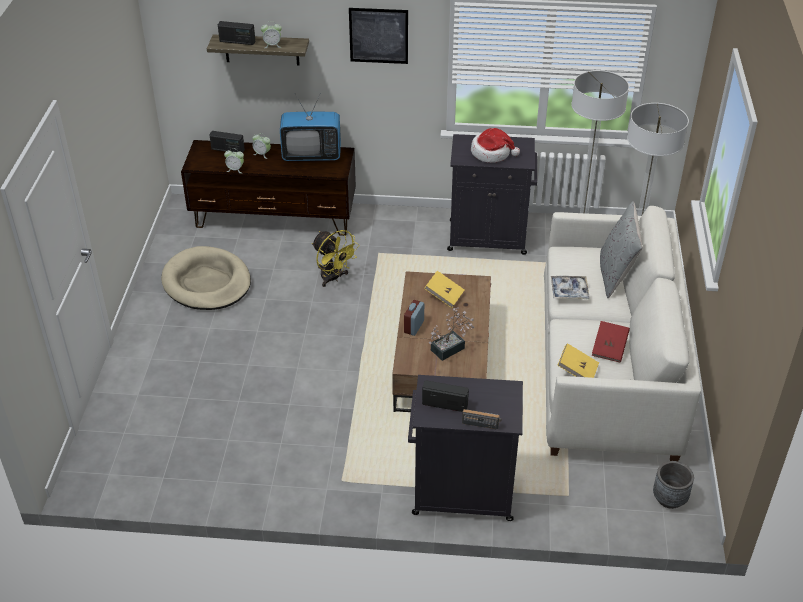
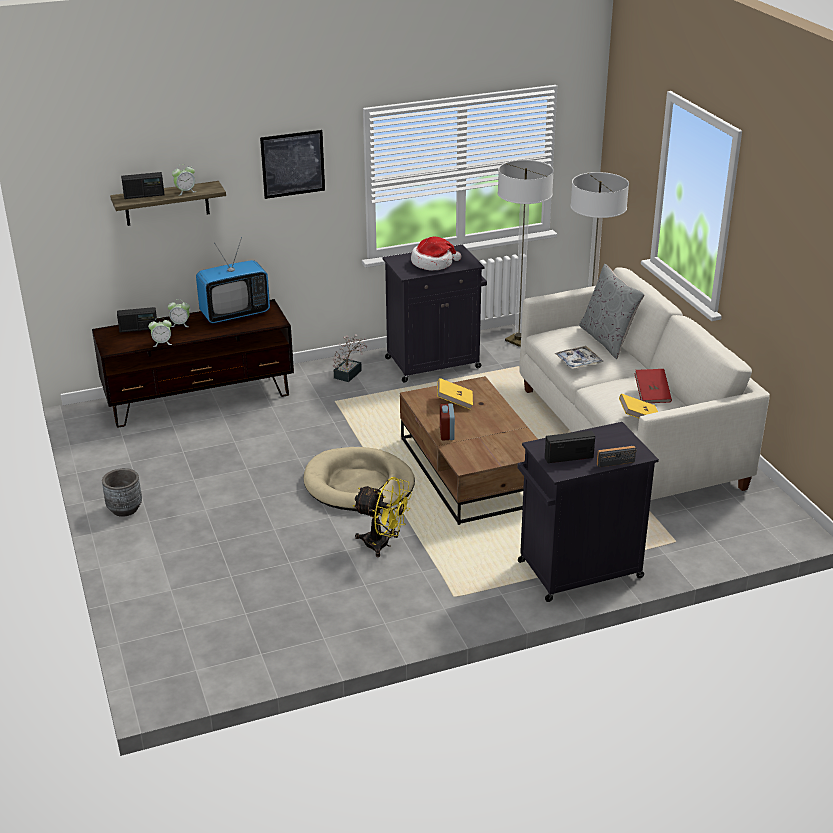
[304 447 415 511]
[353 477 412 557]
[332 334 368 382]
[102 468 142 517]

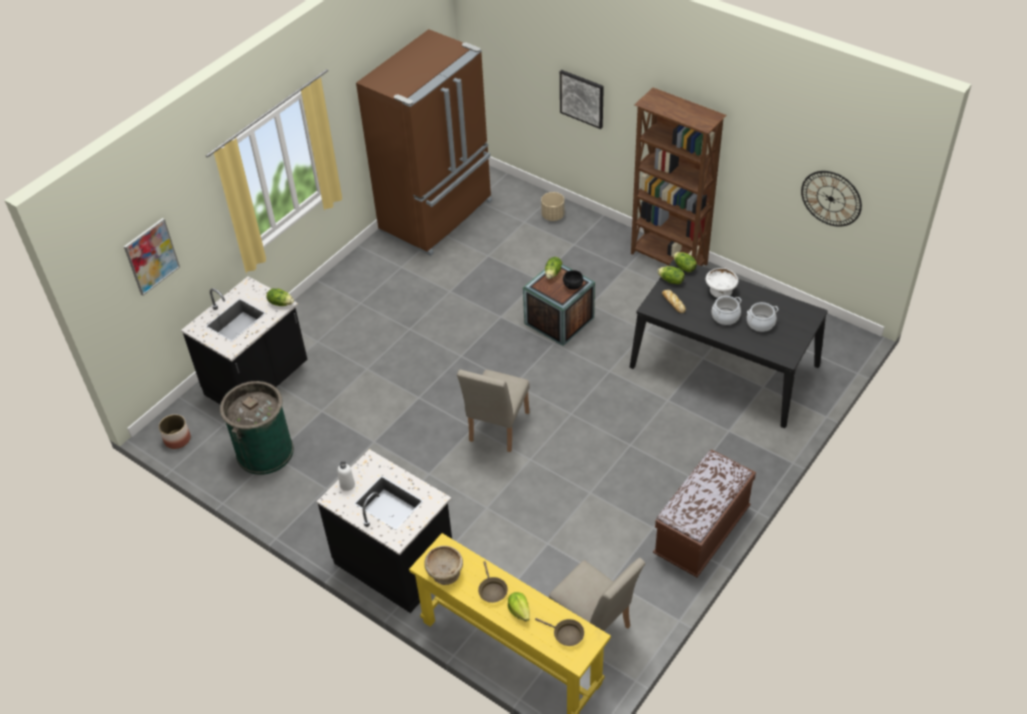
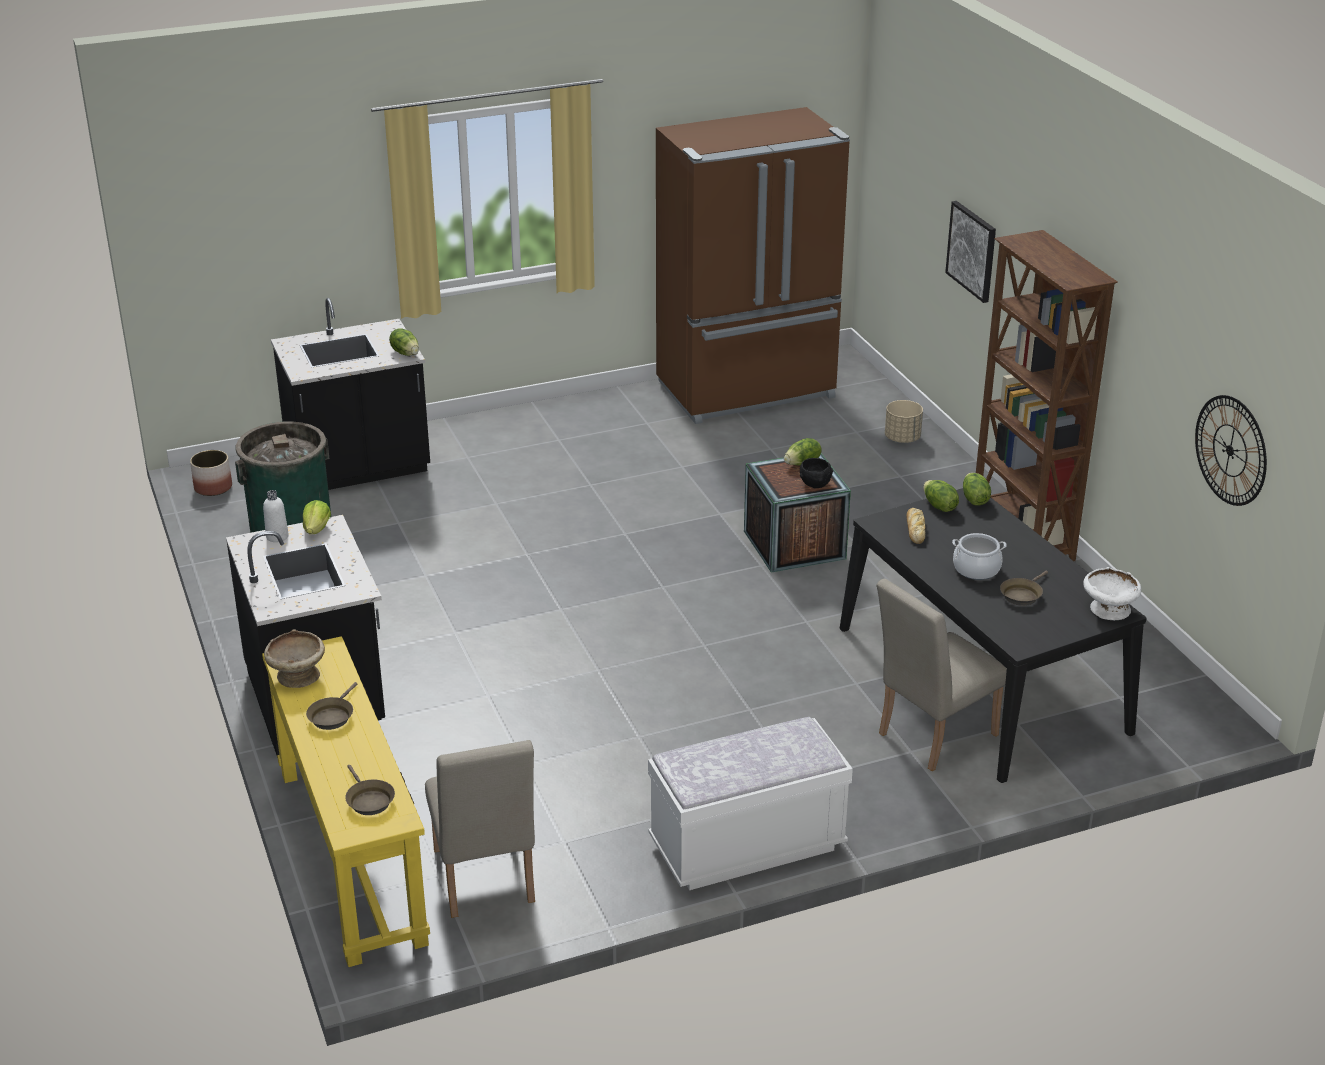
[124 218 180 296] (first image)
[876 579 1007 771]
[303 500 331 534]
[1083 567 1141 620]
[1000 571 1048 606]
[648 717 853 890]

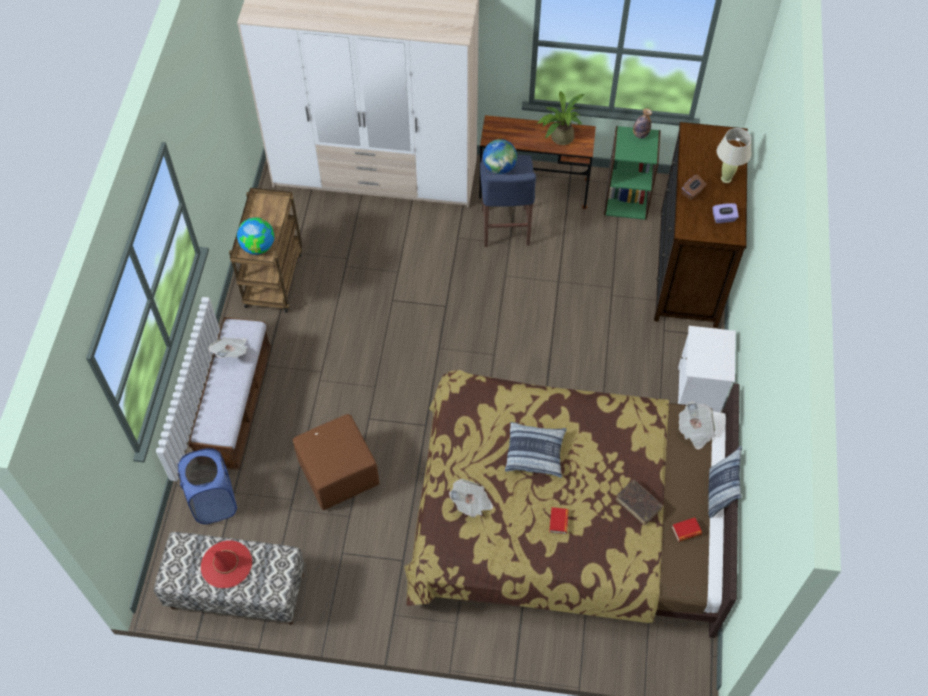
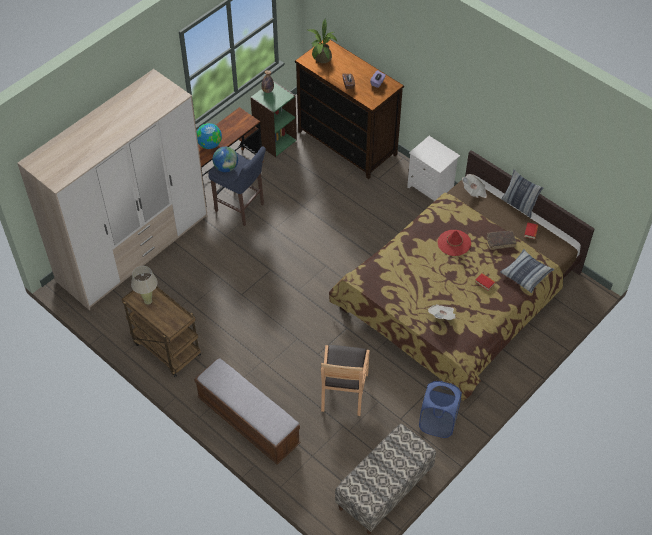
[209 337 248 358] (first image)
[419 381 462 438]
[438 230 471 256]
[197 123 222 149]
[501 249 555 293]
[307 19 337 63]
[131 266 157 304]
[321 345 370 416]

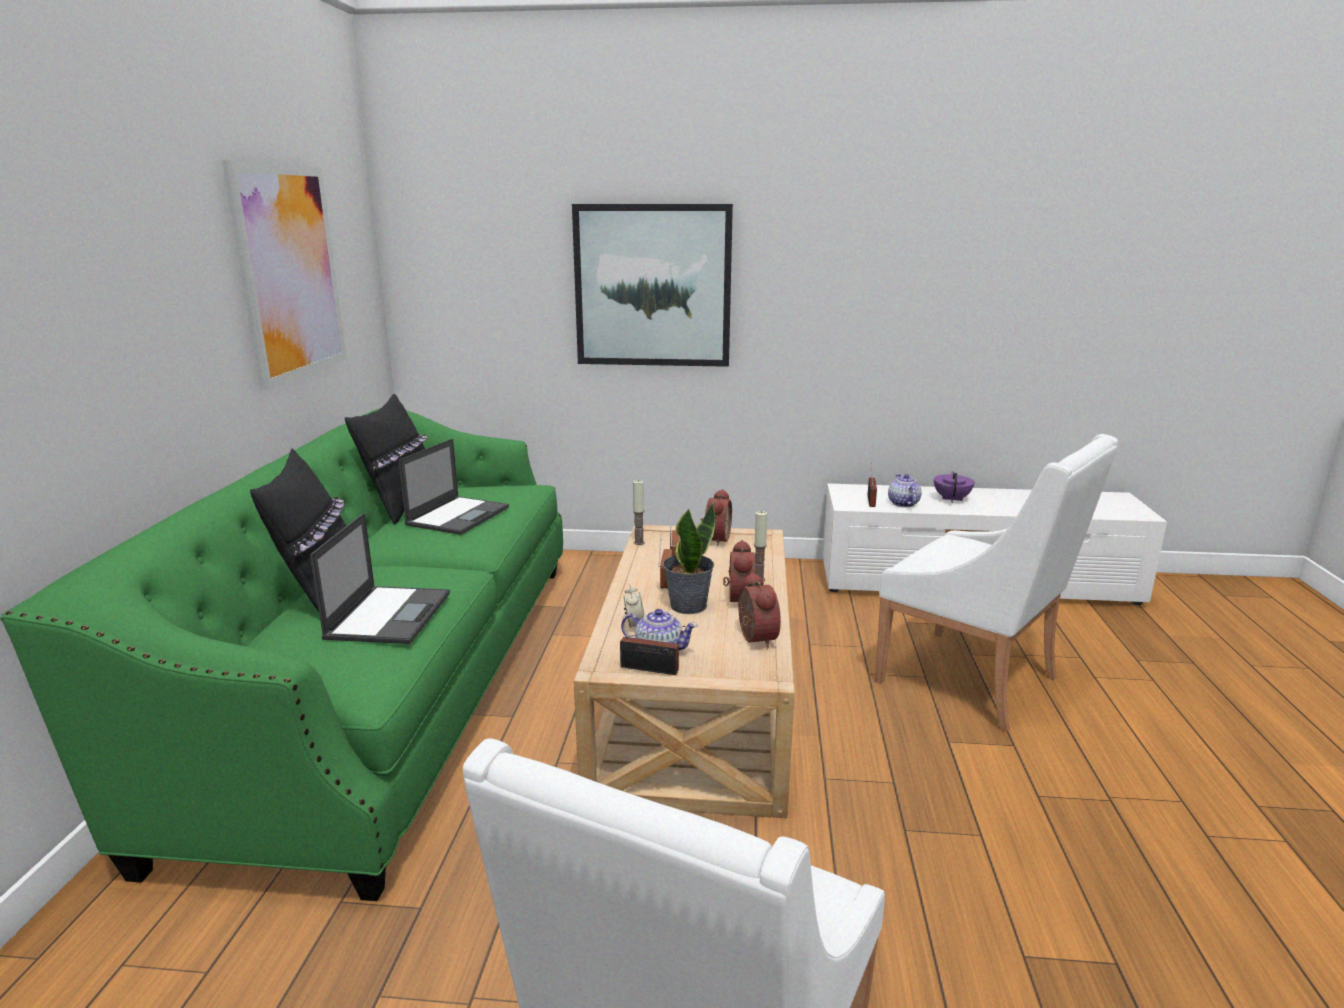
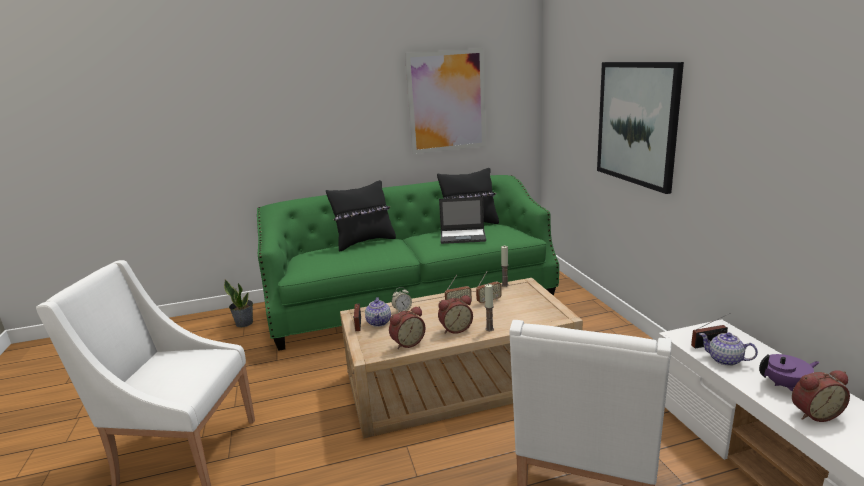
[310 513 450 644] (first image)
[224 280 253 327]
[792 370 850 422]
[699 332 758 366]

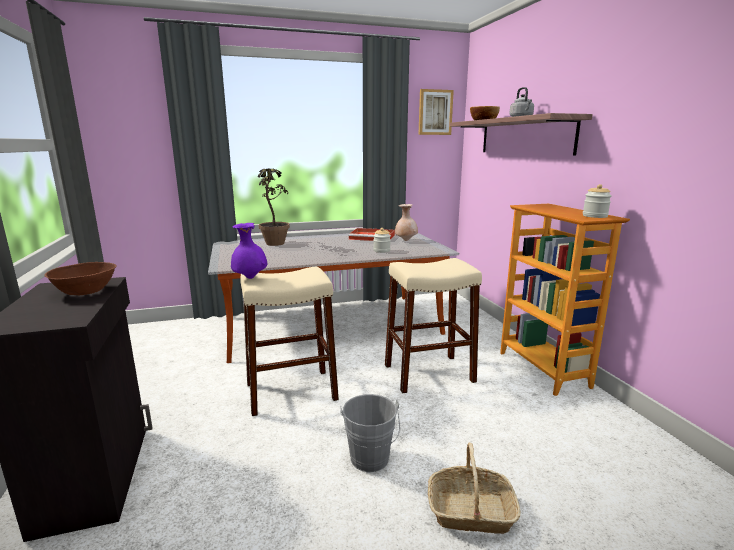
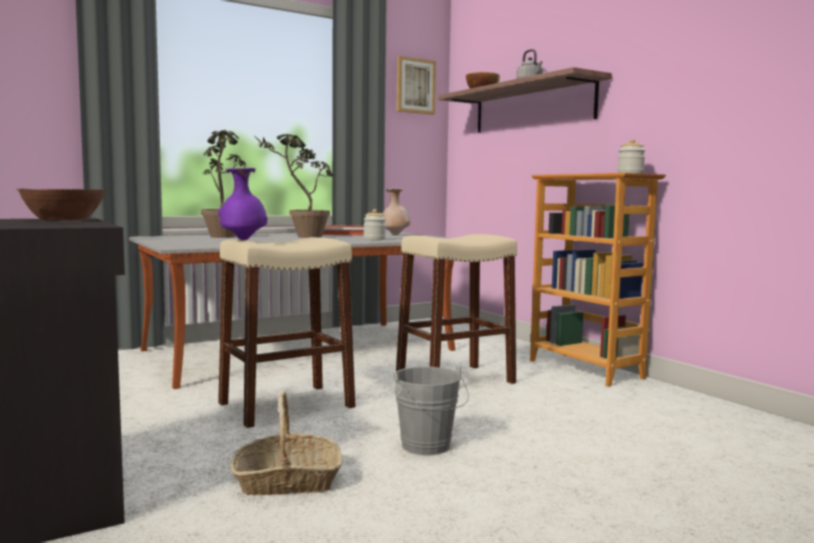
[252 134 333 238]
[231 392 342 495]

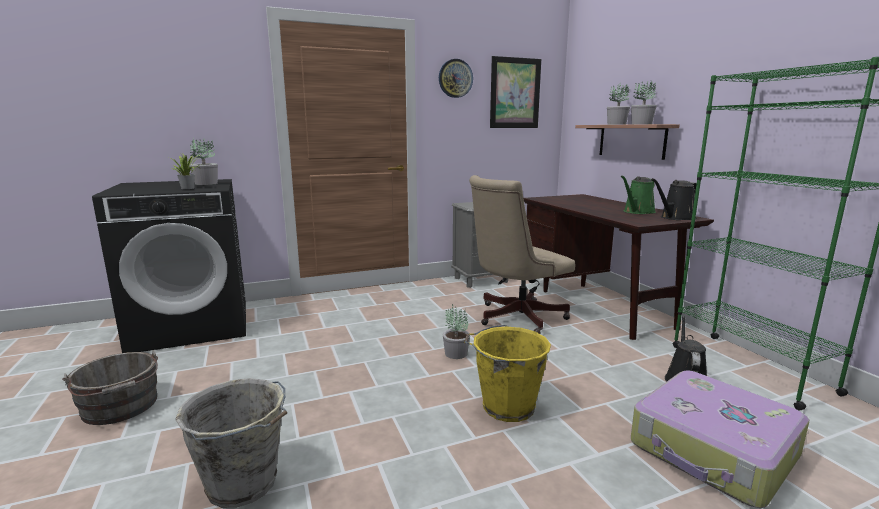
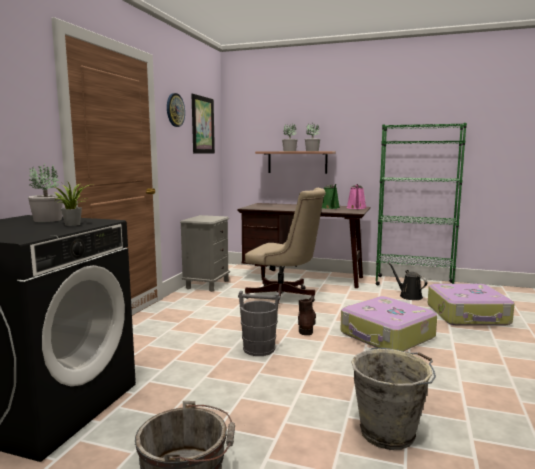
[238 291 280 356]
[298 299 316 335]
[341 296 437 351]
[347 184 367 209]
[245 188 326 304]

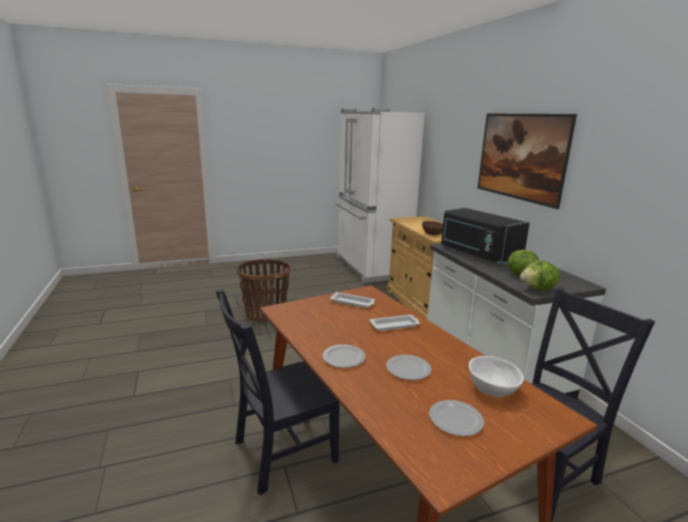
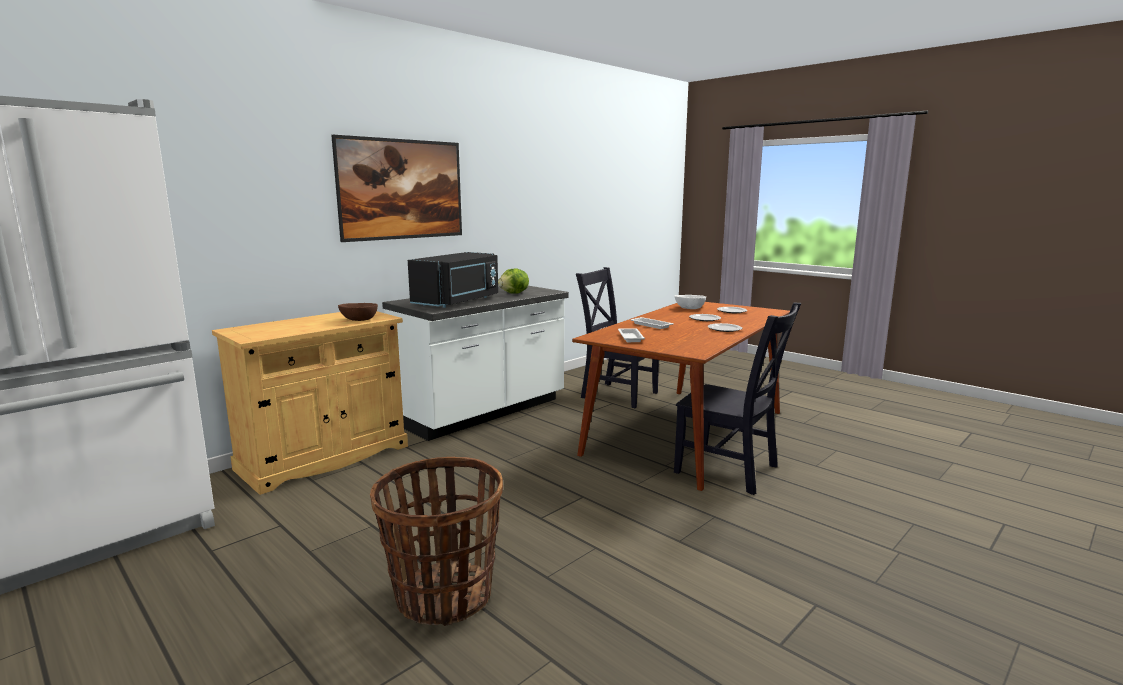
[520 261 560 291] (first image)

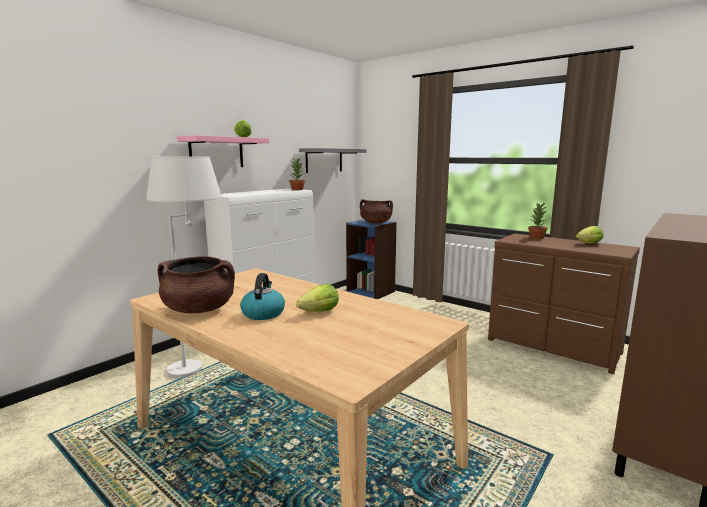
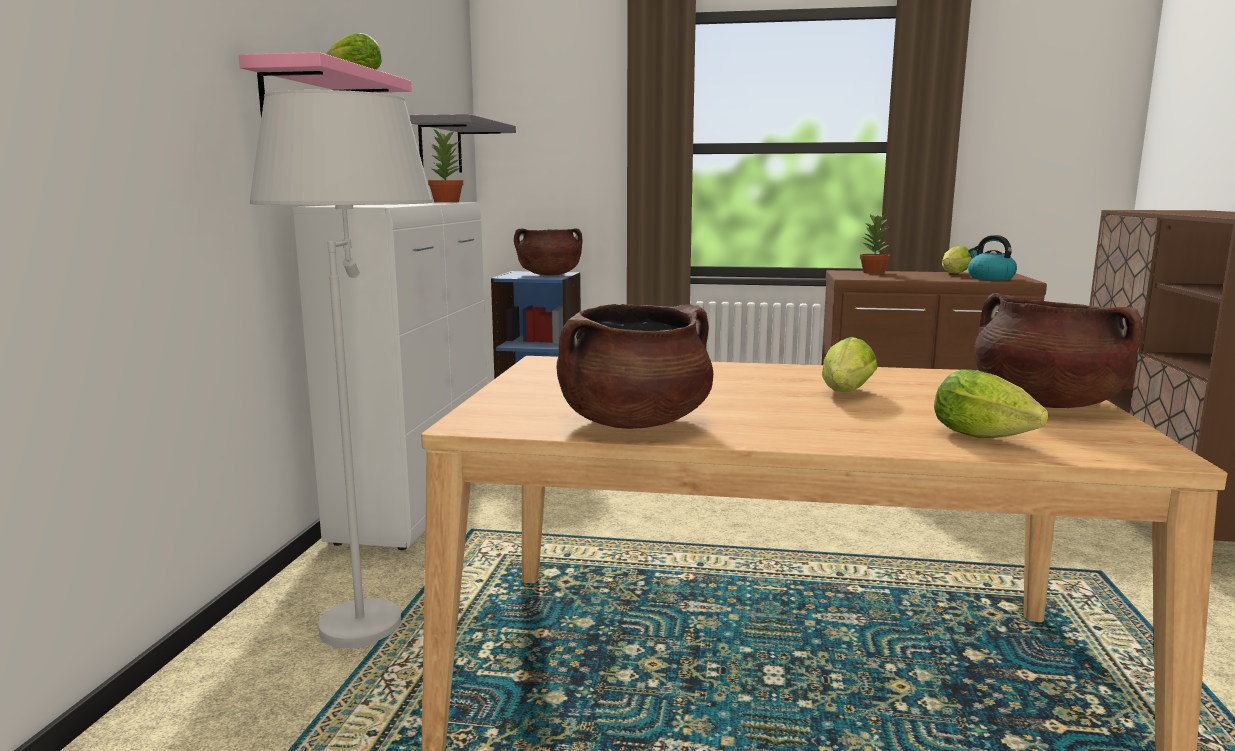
[934 369 1048 438]
[974 293 1142 408]
[968 235 1017 280]

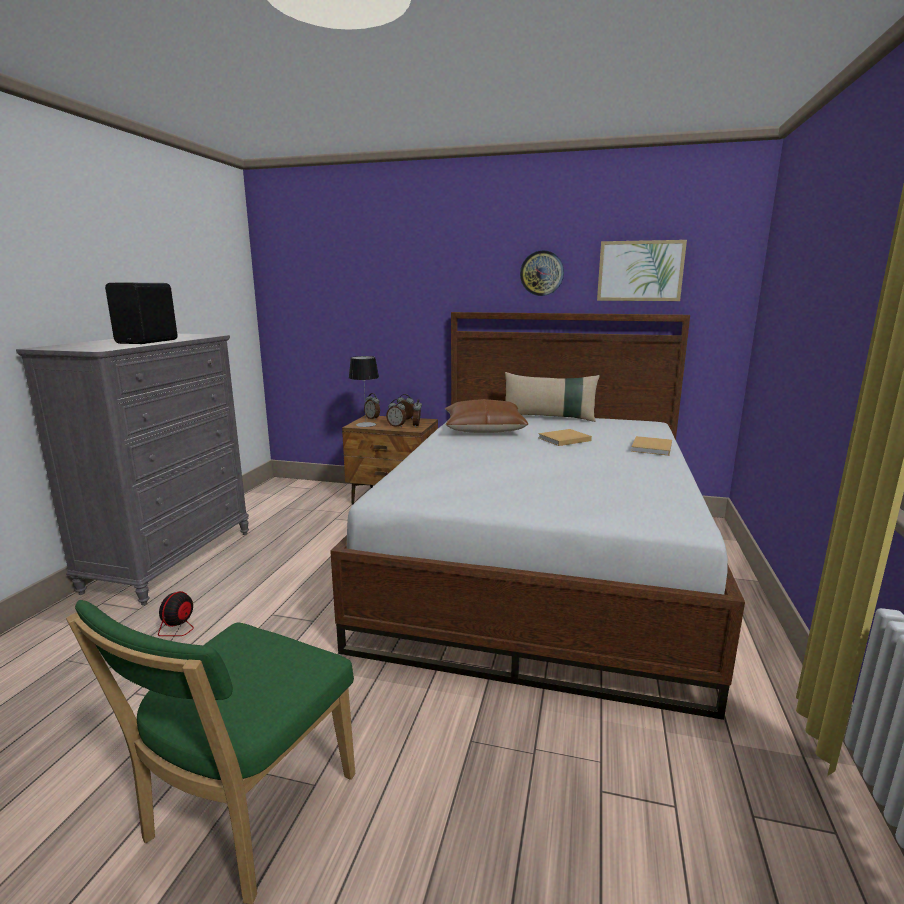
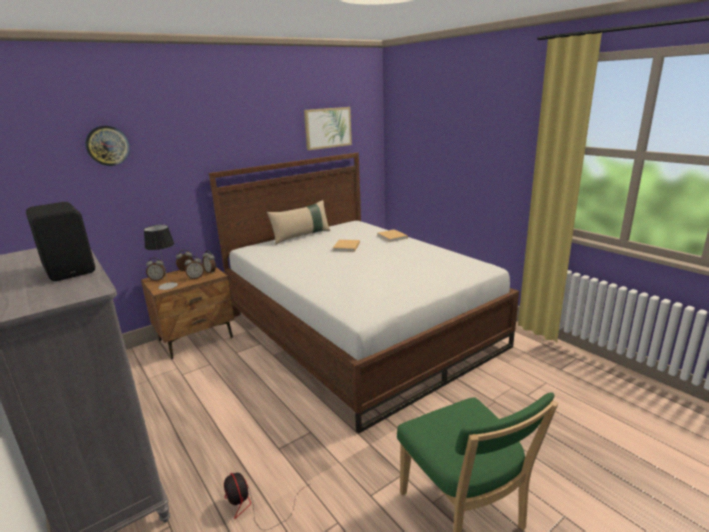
[445 399 528 433] (first image)
[85 125 130 166]

